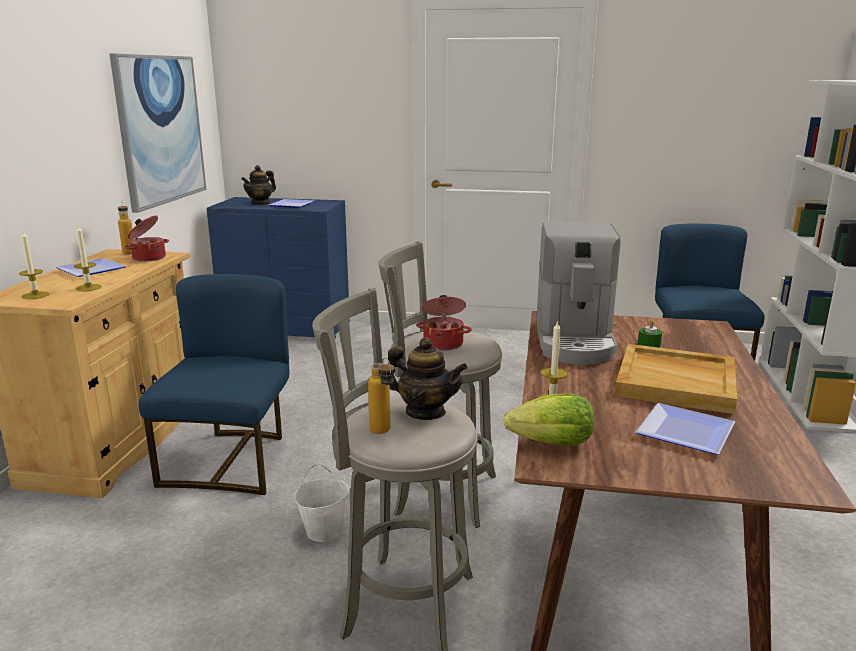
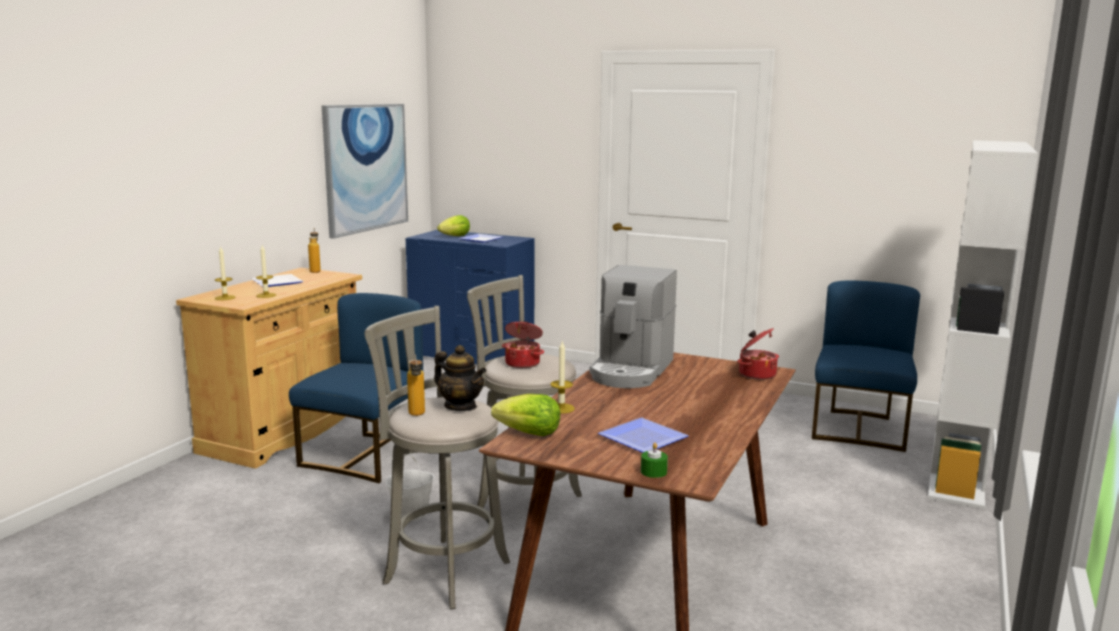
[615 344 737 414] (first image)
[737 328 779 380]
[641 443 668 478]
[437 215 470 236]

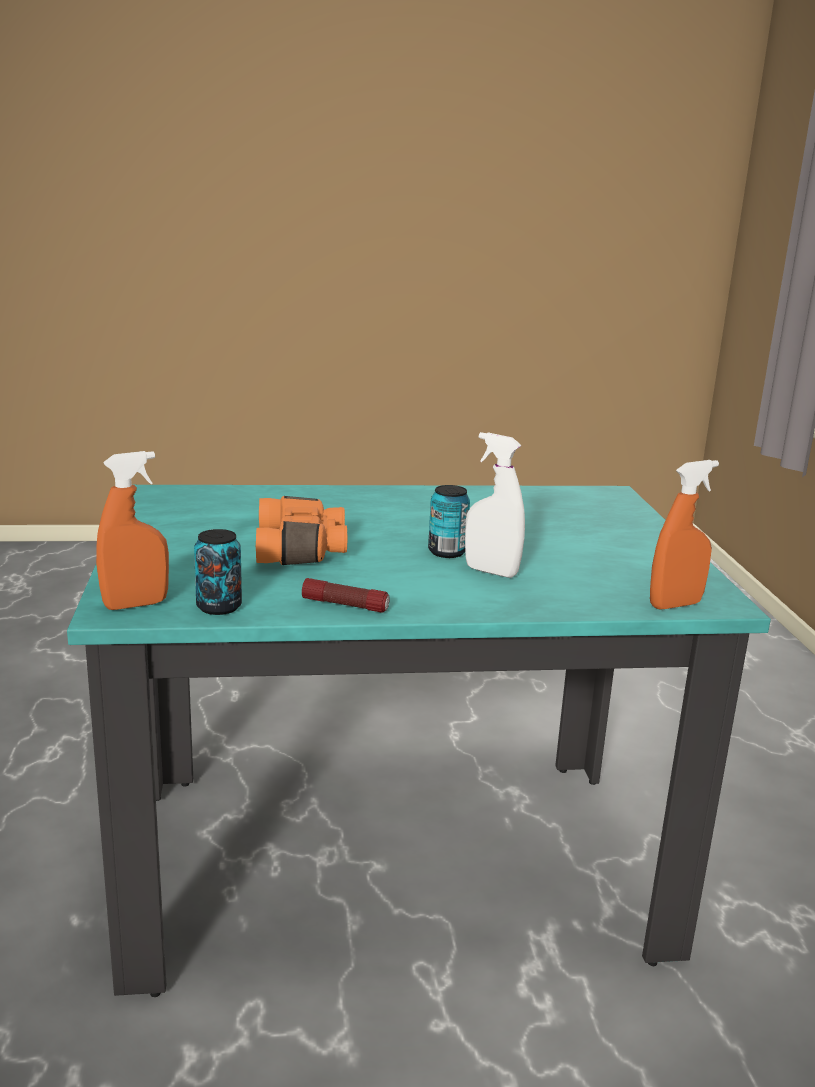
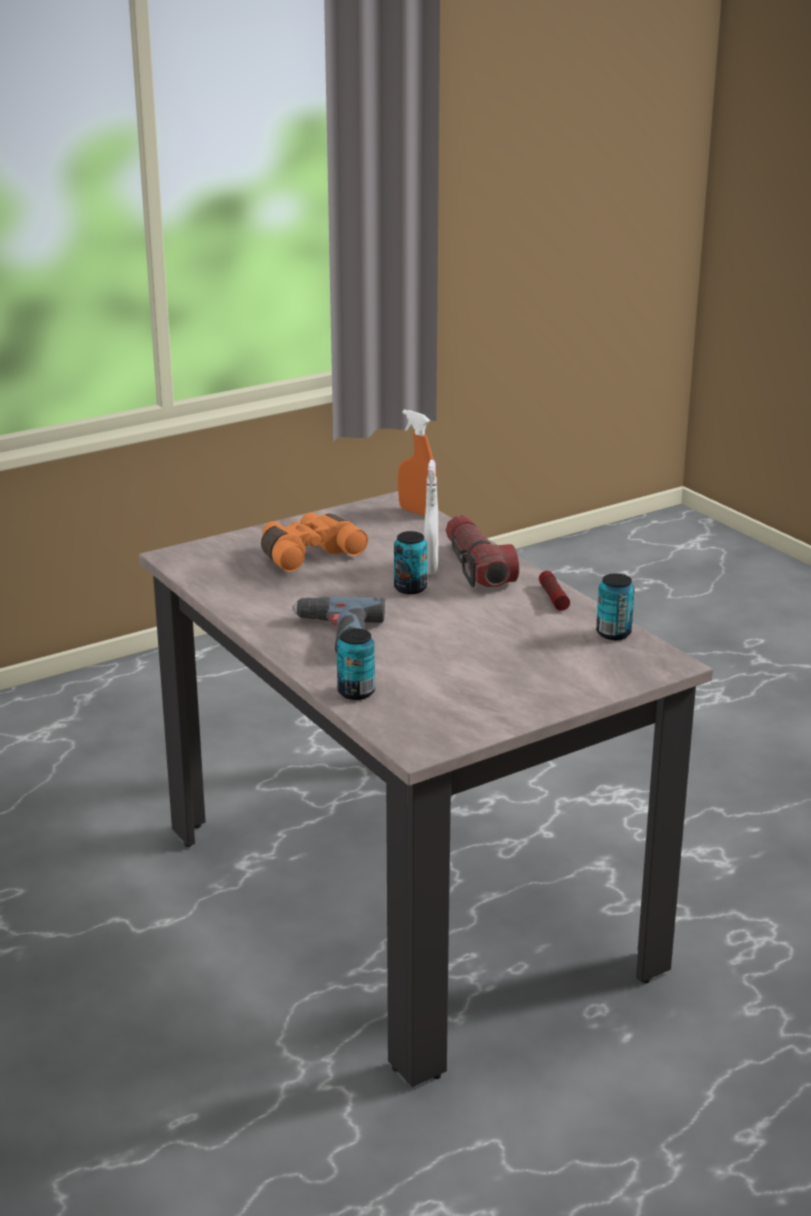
[96 451 169 610] (first image)
[292 596 385 653]
[337 628 375 700]
[446 515 519 587]
[261 513 368 572]
[139 491 713 1087]

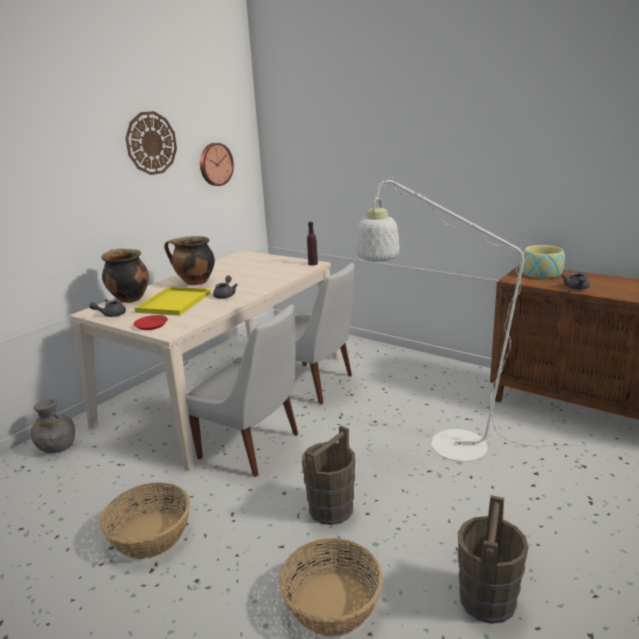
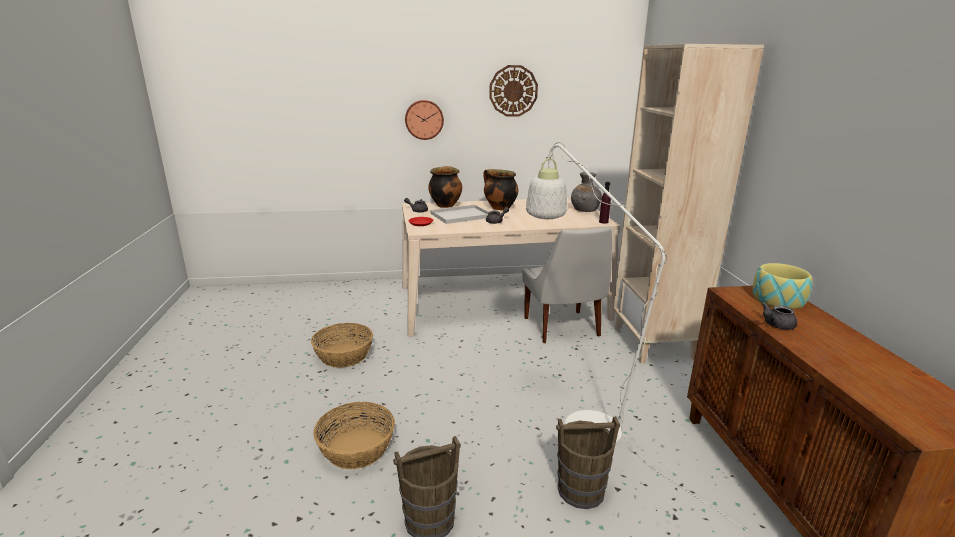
[186 304 298 477] (first image)
[613 44 764 363]
[571 172 602 212]
[405 100 444 140]
[556 416 620 509]
[431 205 489 224]

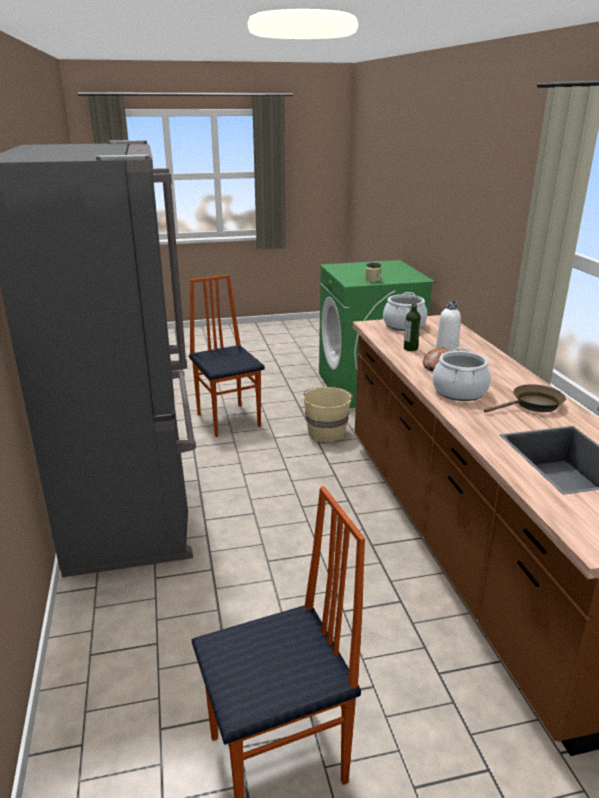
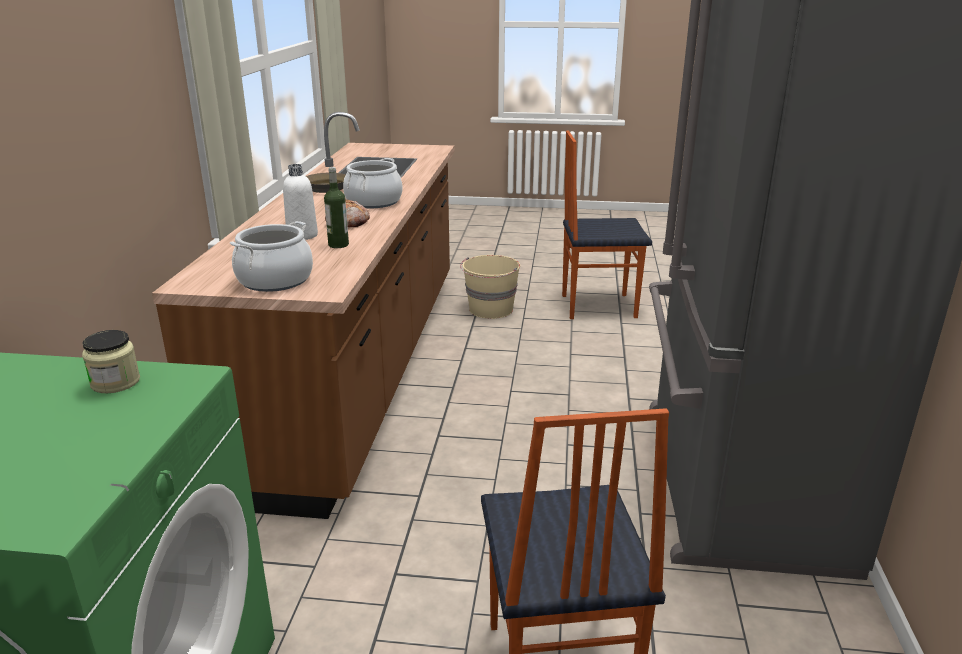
[460 255 520 319]

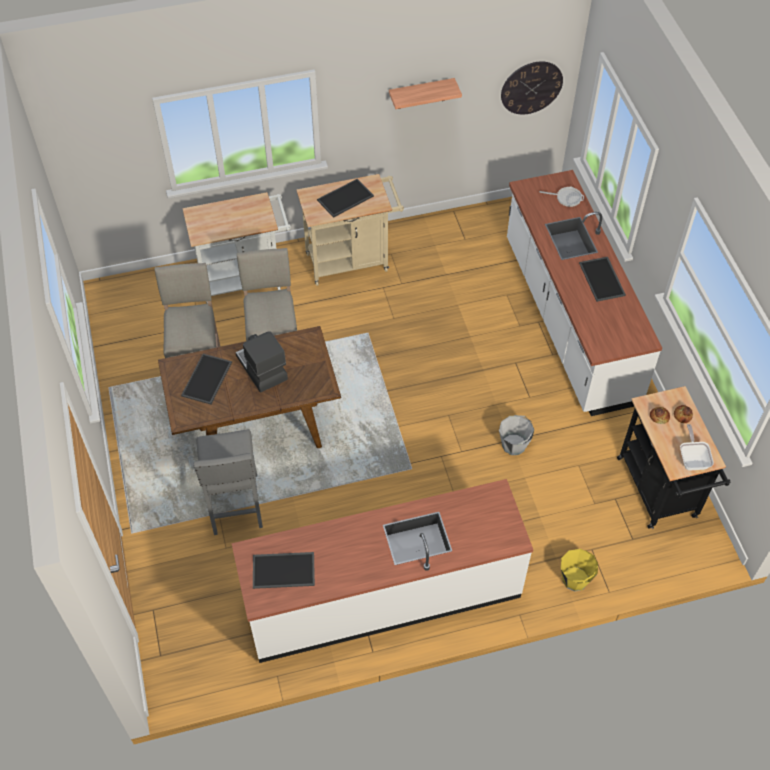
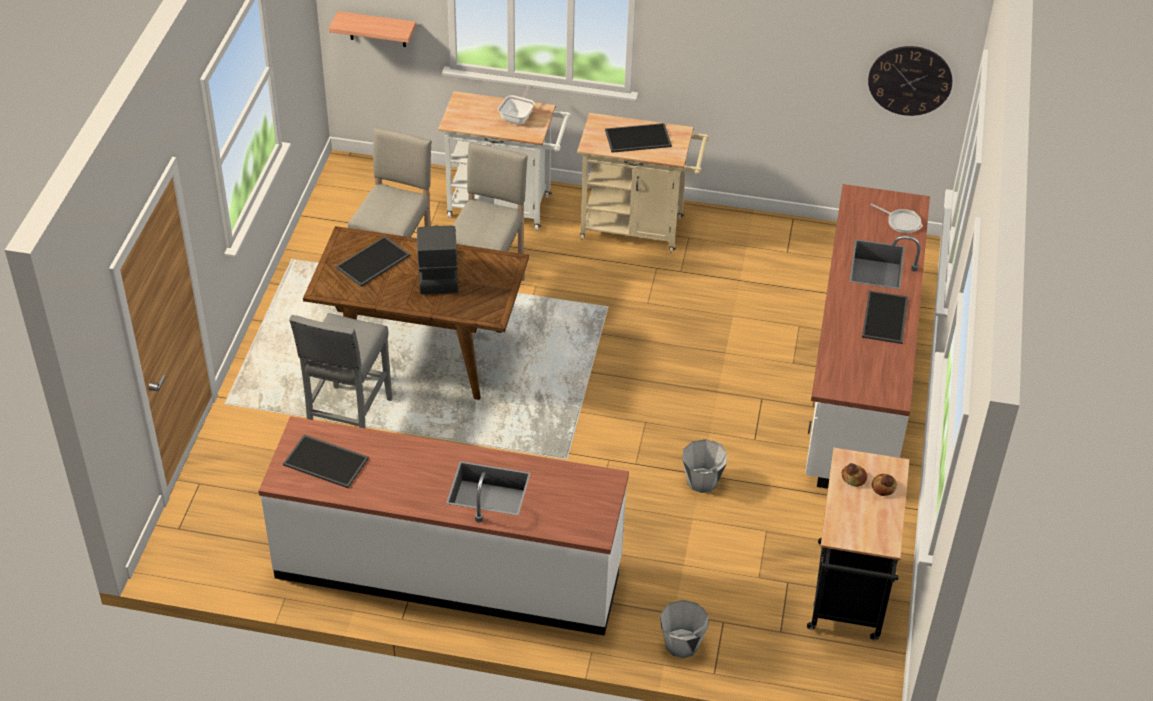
[329 11 416 47]
[498 85 535 125]
[660 600 709 658]

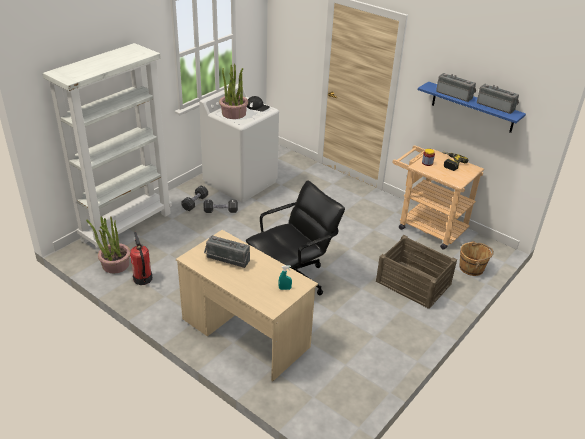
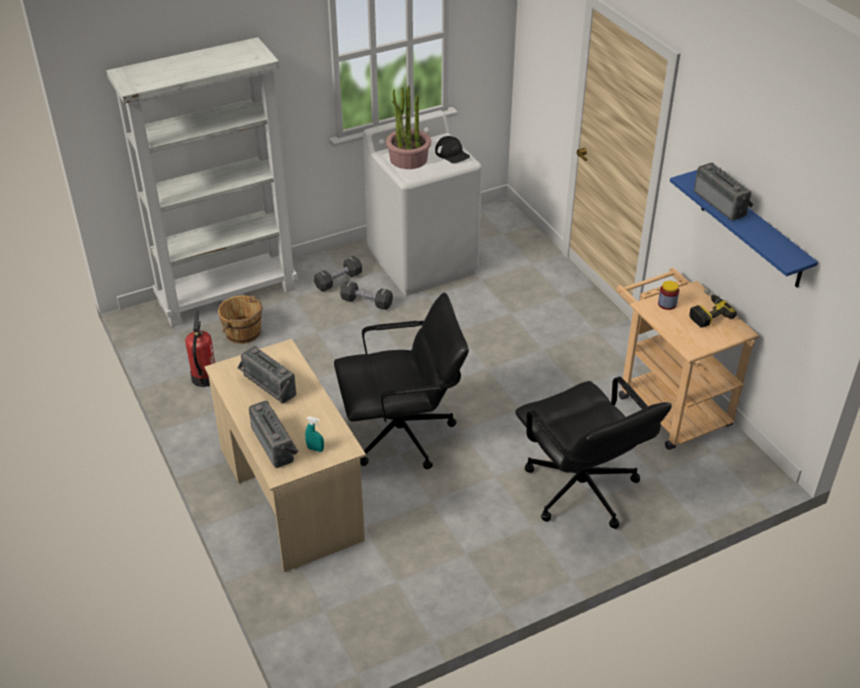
[86 216 130 274] (first image)
[218 295 263 344]
[249 401 299 468]
[515 377 672 529]

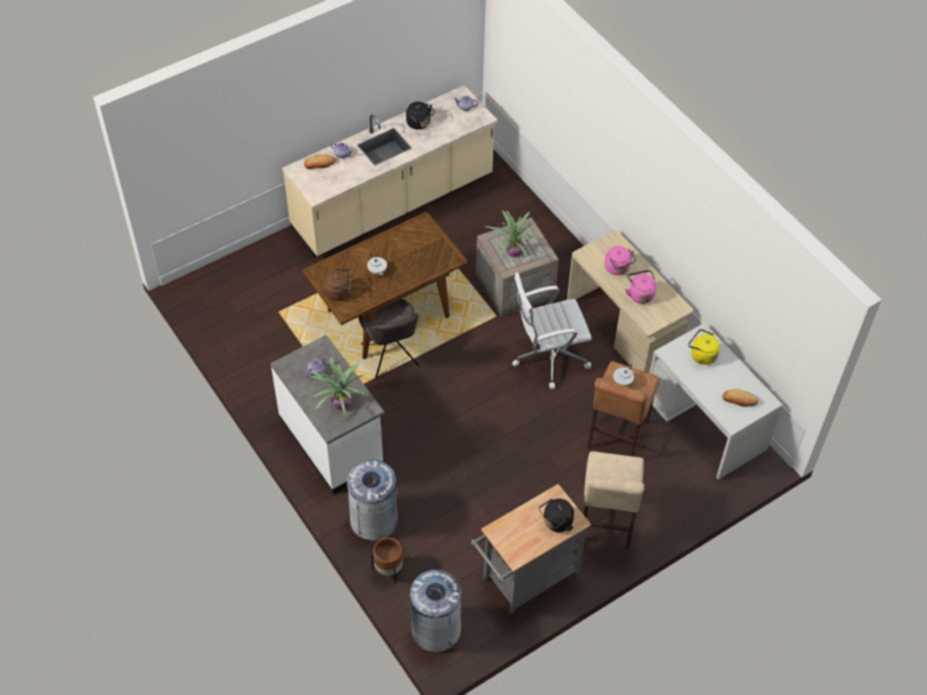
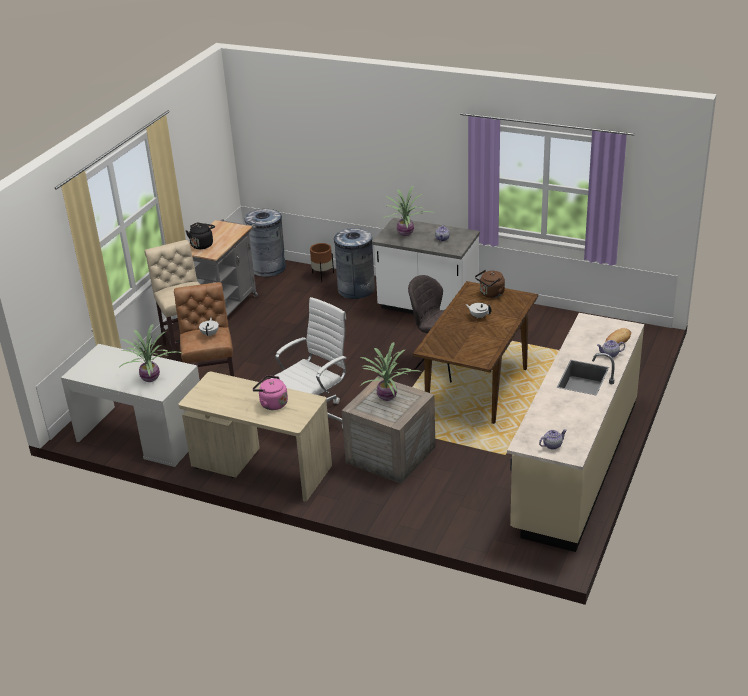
[406 102 435 130] (first image)
[625 270 656 304] (first image)
[723 389 759 407] (first image)
[119 324 184 382]

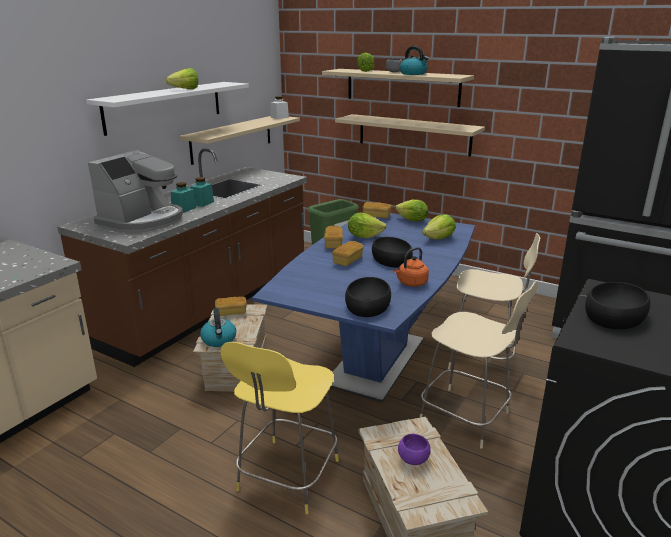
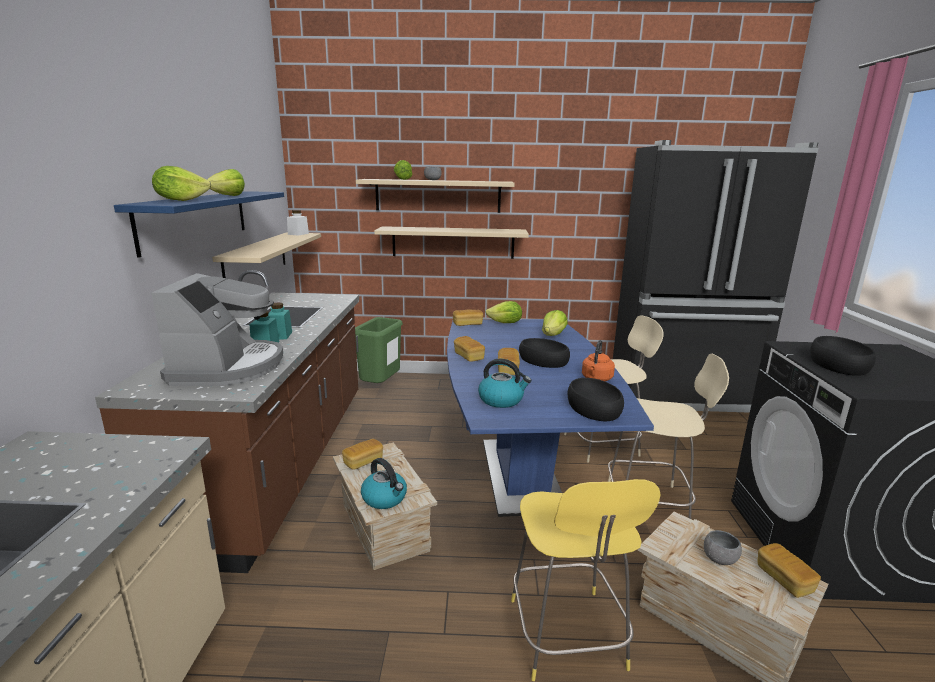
[758 543 821 598]
[152 166 211 201]
[478 359 532 408]
[114 191 284 258]
[704 530 742 565]

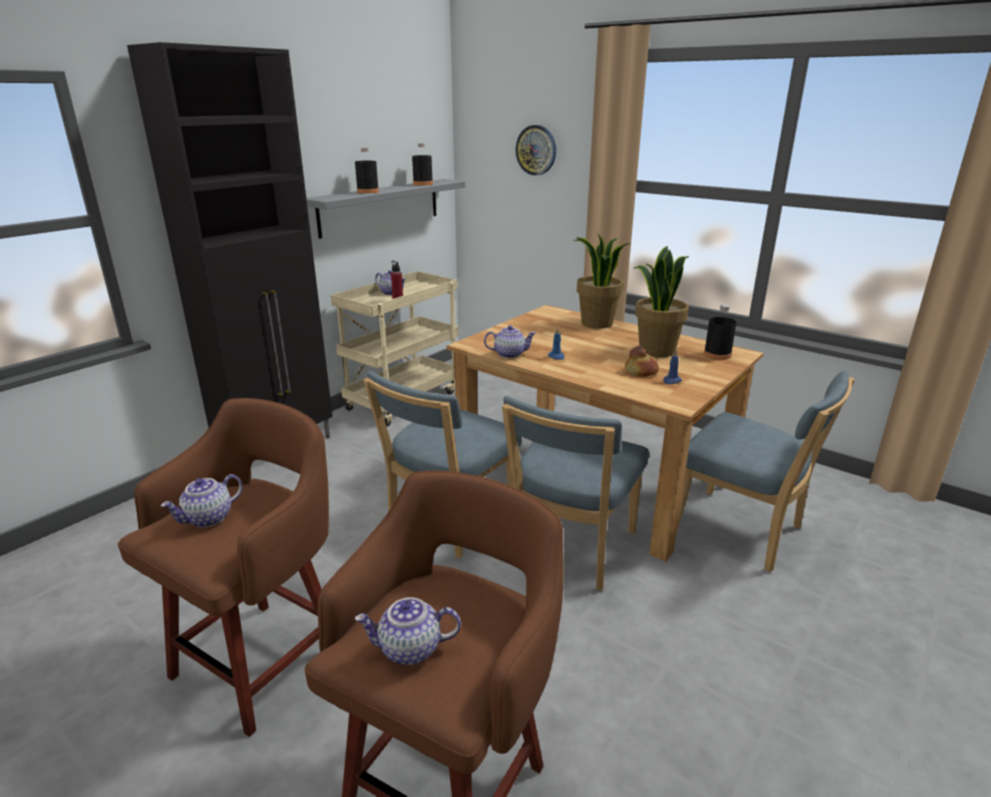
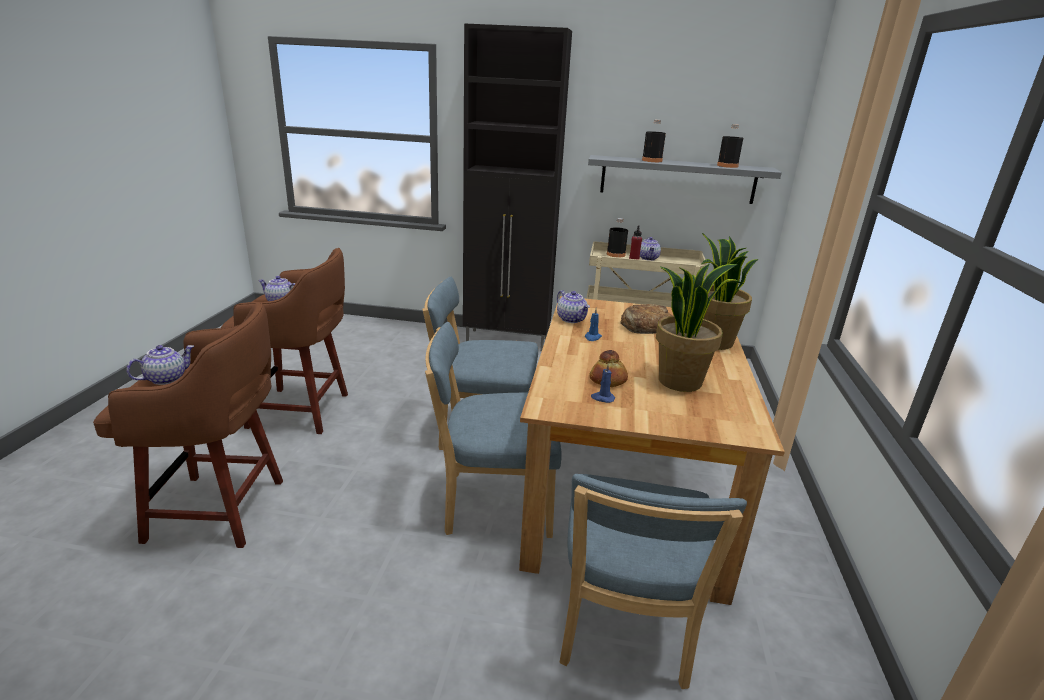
[516 125 556 175] (first image)
[620 304 672 334]
[607 218 628 258]
[127 345 194 385]

